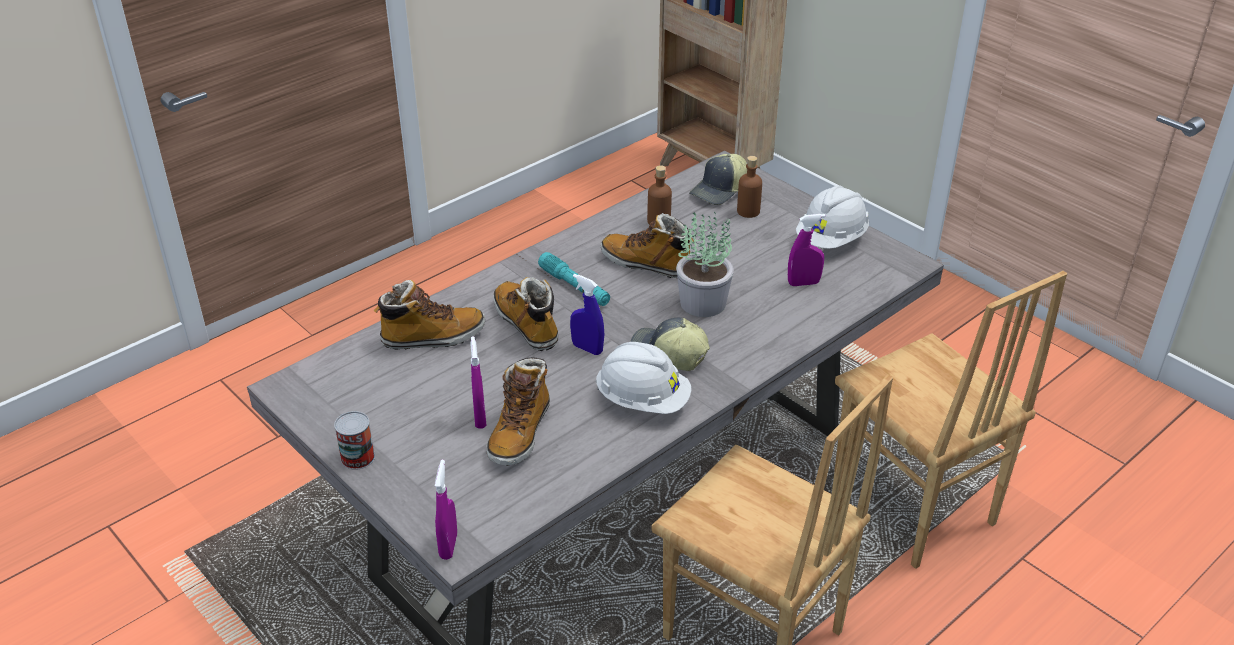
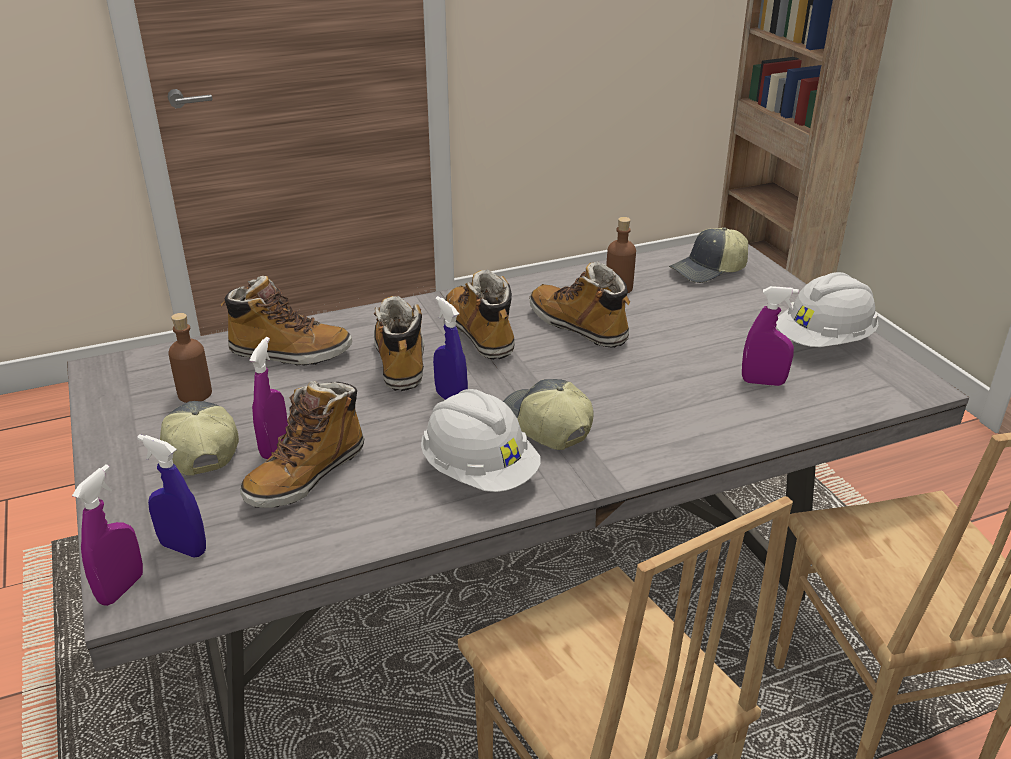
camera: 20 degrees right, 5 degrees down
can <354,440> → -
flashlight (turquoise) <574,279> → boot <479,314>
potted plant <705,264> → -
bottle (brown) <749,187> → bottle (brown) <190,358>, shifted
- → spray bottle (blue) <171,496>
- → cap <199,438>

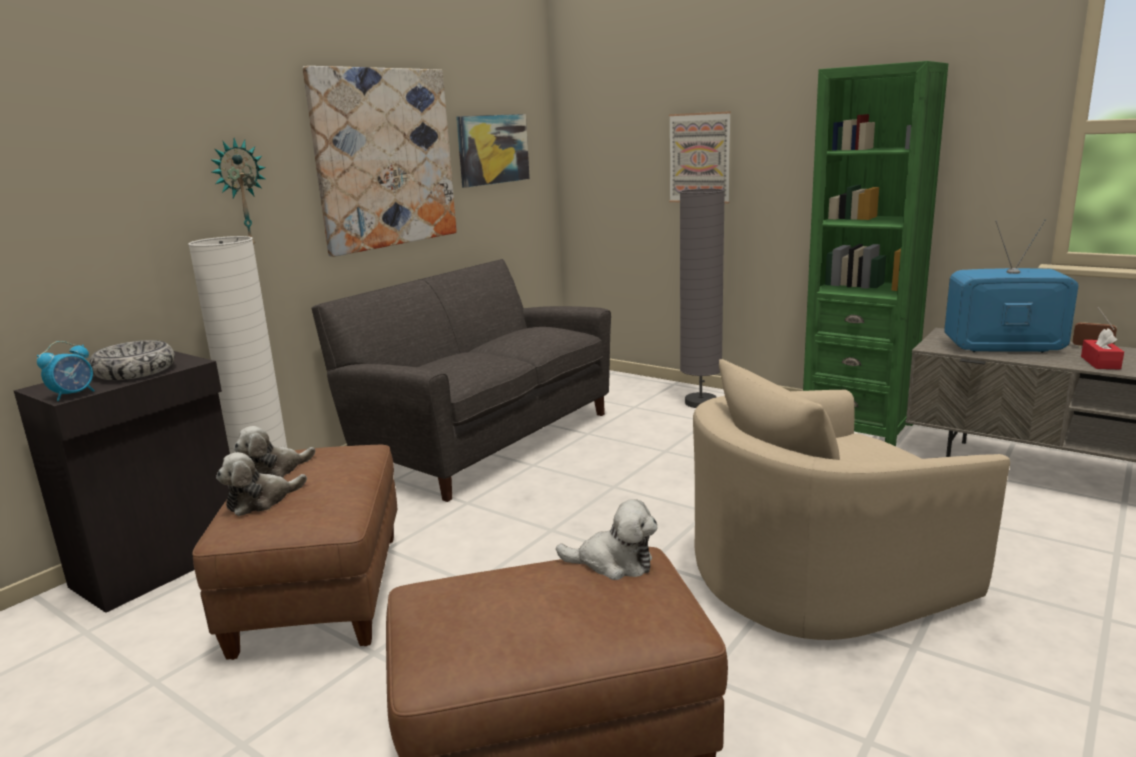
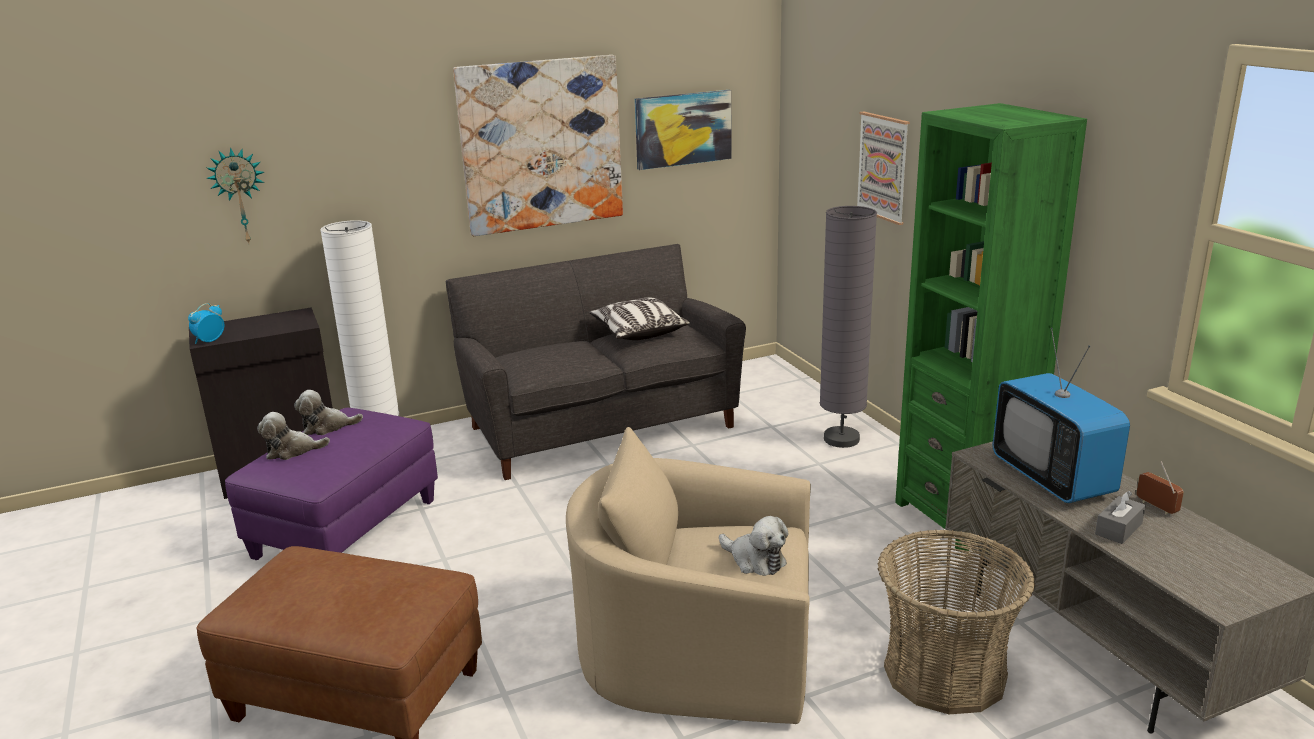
camera: 30 degrees right, 5 degrees up
alarm clock <66,371> → alarm clock <206,323>, 150 degrees clockwise
bowl <132,360> → -
ottoman (brown) <294,552> → ottoman (purple) <331,484>
wall clock <238,191> → wall clock <235,195>, shifted
plush toy <607,539> → plush toy <754,546>, shifted
television <1011,286> → television <1061,415>, 150 degrees counterclockwise
tissue box (red) <1102,349> → tissue box (grey) <1120,517>
- → pillow <639,319>
- → basket <956,621>

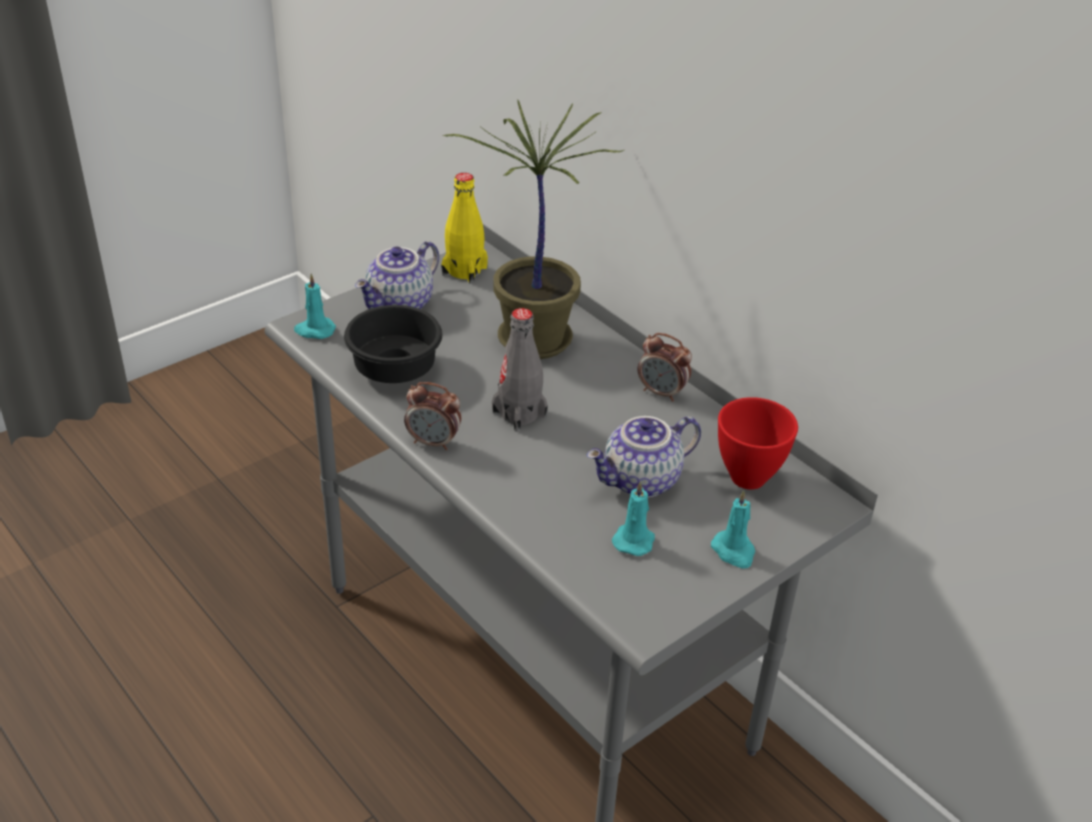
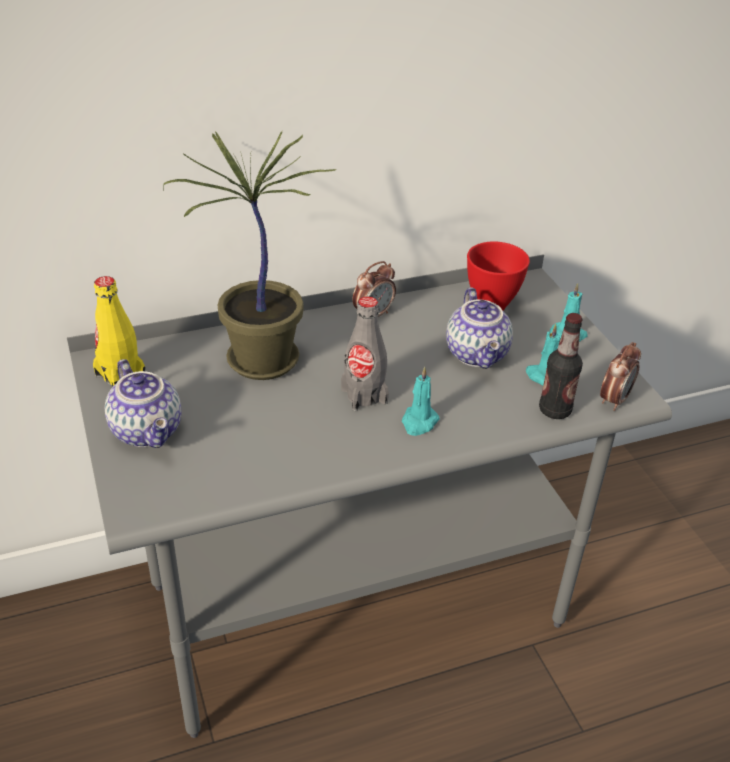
camera: 70 degrees left, 0 degrees up
candle (turquoise) <315,306> → candle (turquoise) <421,401>, shifted
bowl (black) <393,344> → -
alarm clock <432,416> → alarm clock <620,376>, shifted
- → bottle <561,366>

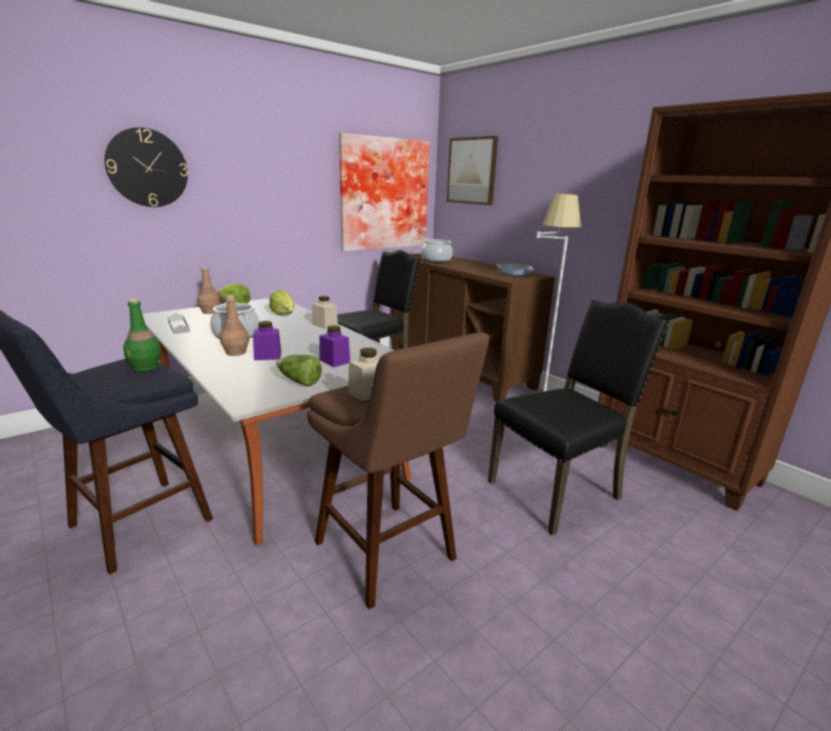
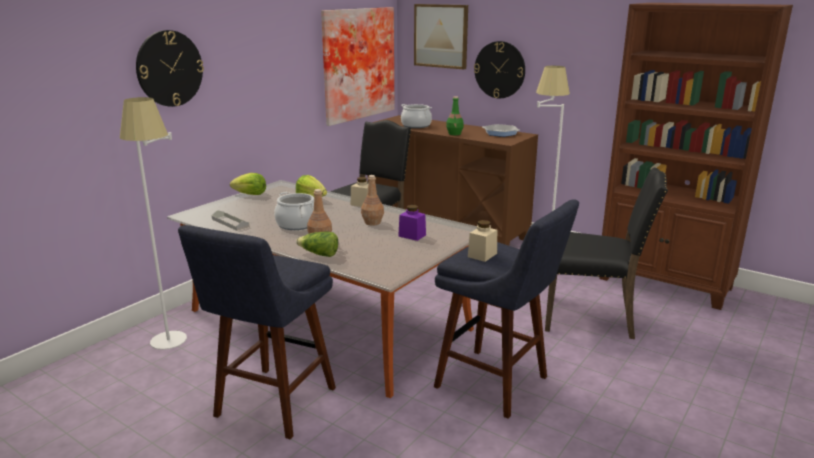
camera: 15 degrees left, 0 degrees up
bottle (green) <142,334> → bottle (green) <455,115>, shifted
bottle (brown) <208,290> → bottle (brown) <372,200>, shifted
jar (purple) <267,340> → -
lettuce <299,370> → lettuce <317,244>, shifted
stool (brown) <398,470> → stool (blue) <506,309>
chair (black) <578,417> → chair (black) <606,253>, 60 degrees clockwise
- → floor lamp (white) <153,223>
- → wall clock <499,69>

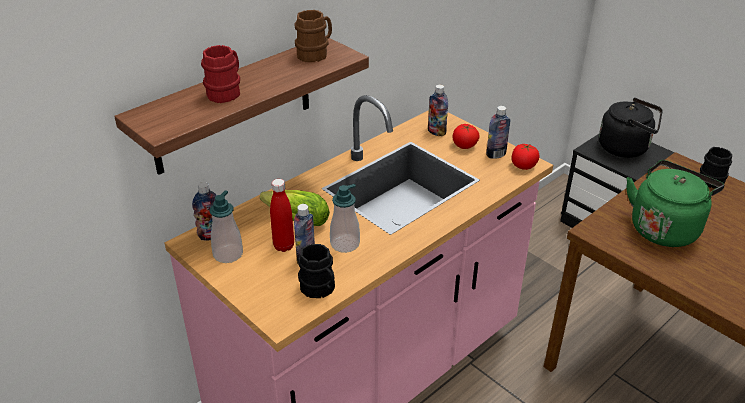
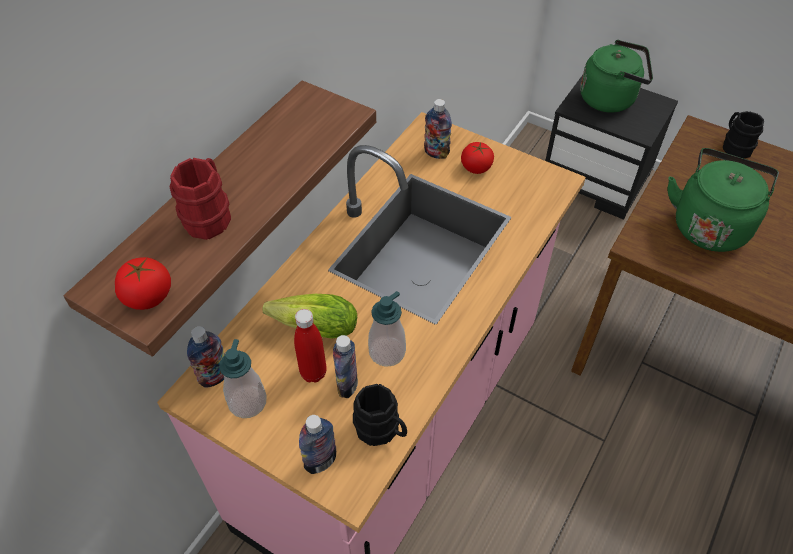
camera: 15 degrees left, 15 degrees up
mug (brown) <313,36> → -
bottle <498,132> → bottle <317,444>, shifted
tomato <525,157> → tomato <143,283>, shifted
kettle (black) <631,128> → kettle (green) <616,76>

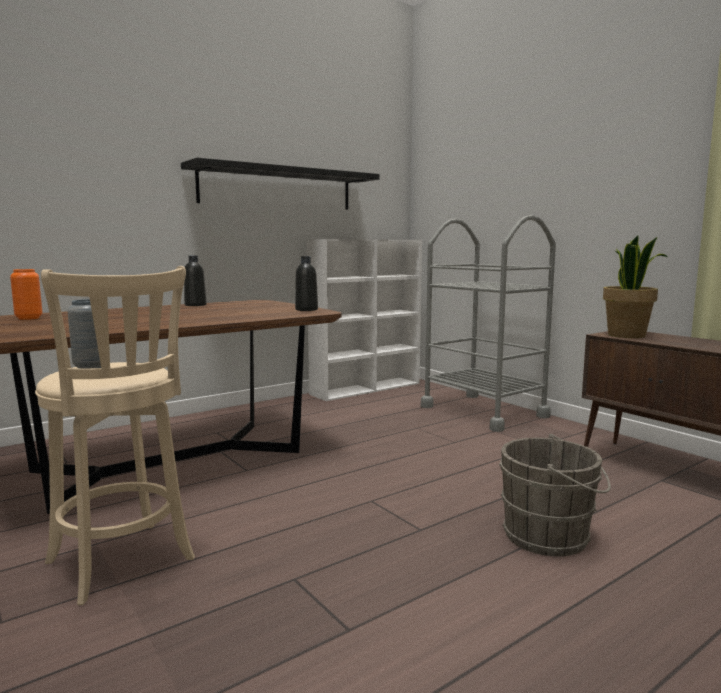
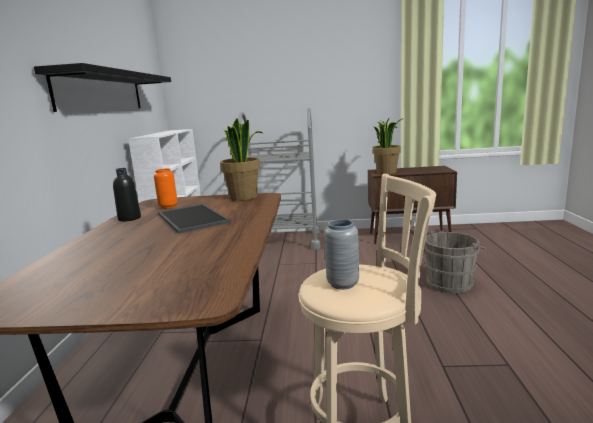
camera: 50 degrees left, 5 degrees up
vase (orange) <26,294> → vase (orange) <166,188>, shifted
bottle (black) <306,283> → potted plant <242,159>
- → tray <194,219>

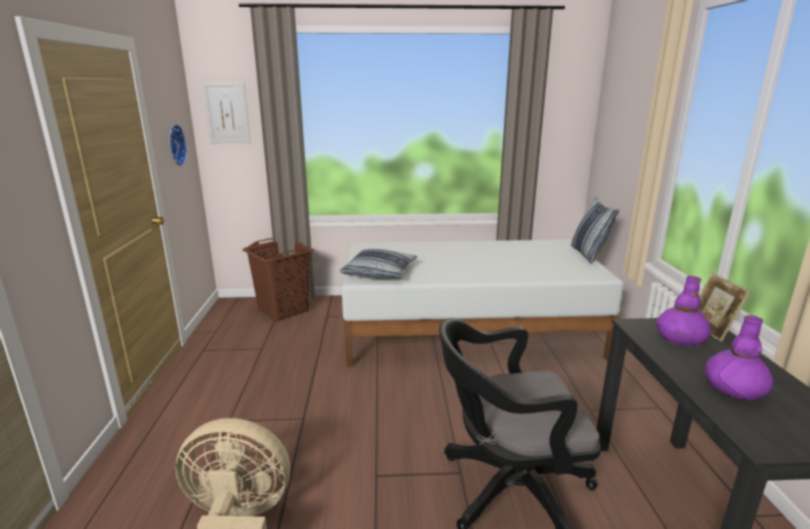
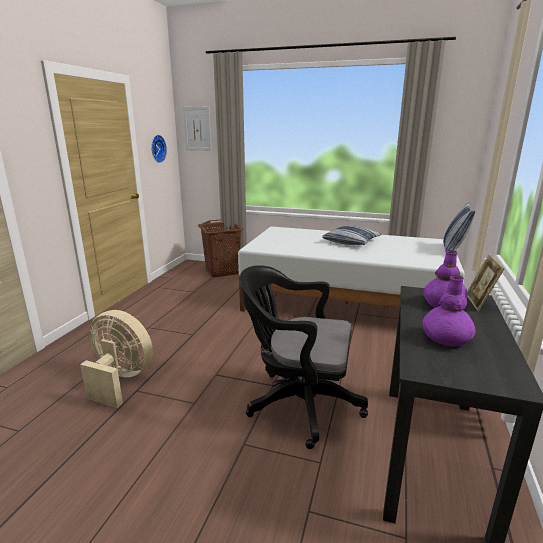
camera: 20 degrees right, 0 degrees up
pillow <378,264> → pillow <352,235>, shifted

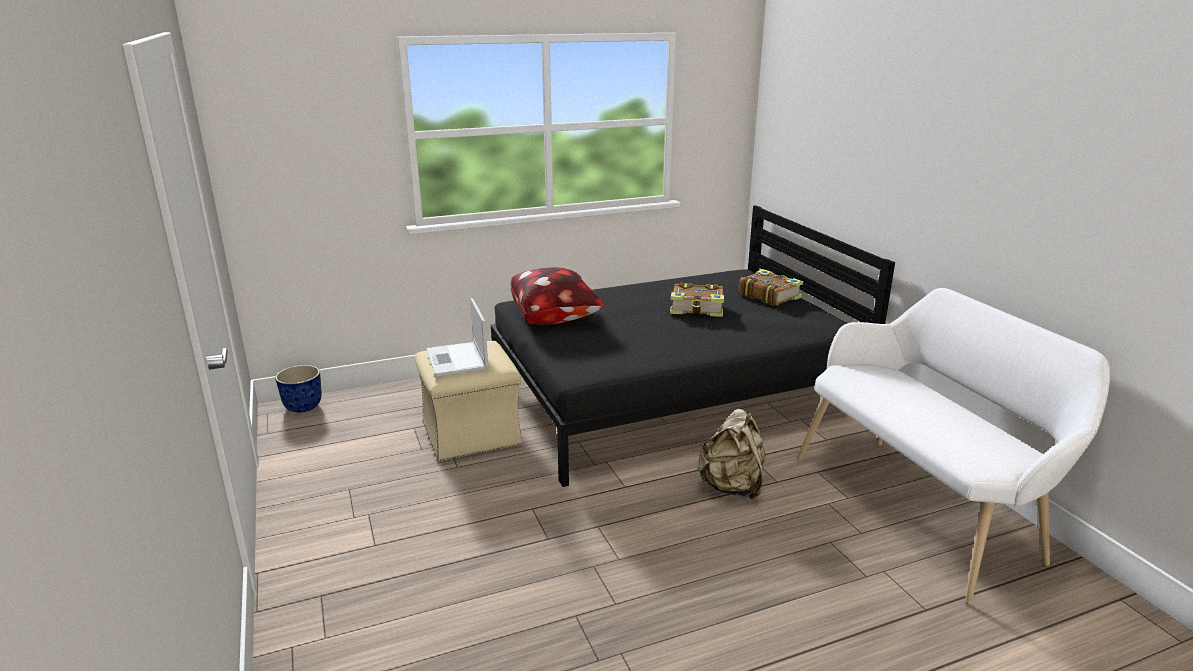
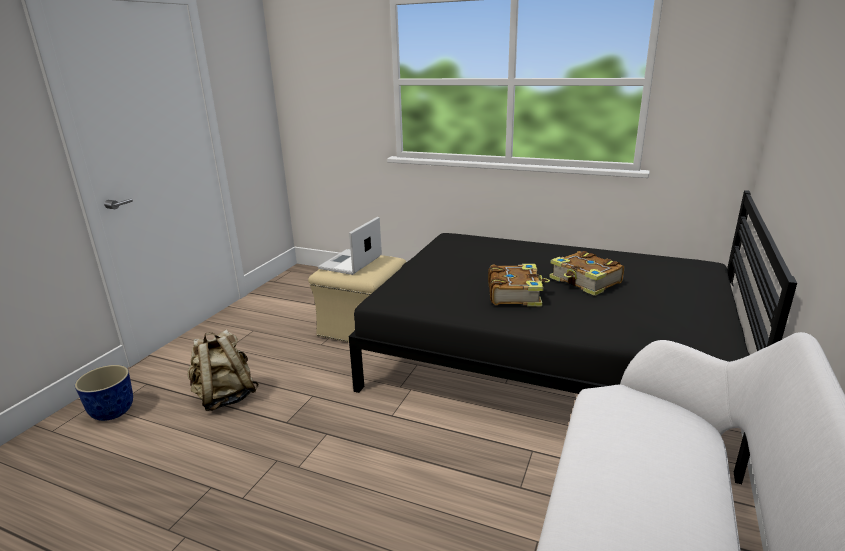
camera: 45 degrees right, 0 degrees up
planter <298,389> → planter <104,393>, shifted
pillow <558,295> → -
backpack (beige) <731,454> → backpack (beige) <223,370>, shifted
book <771,287> → book <519,285>, shifted

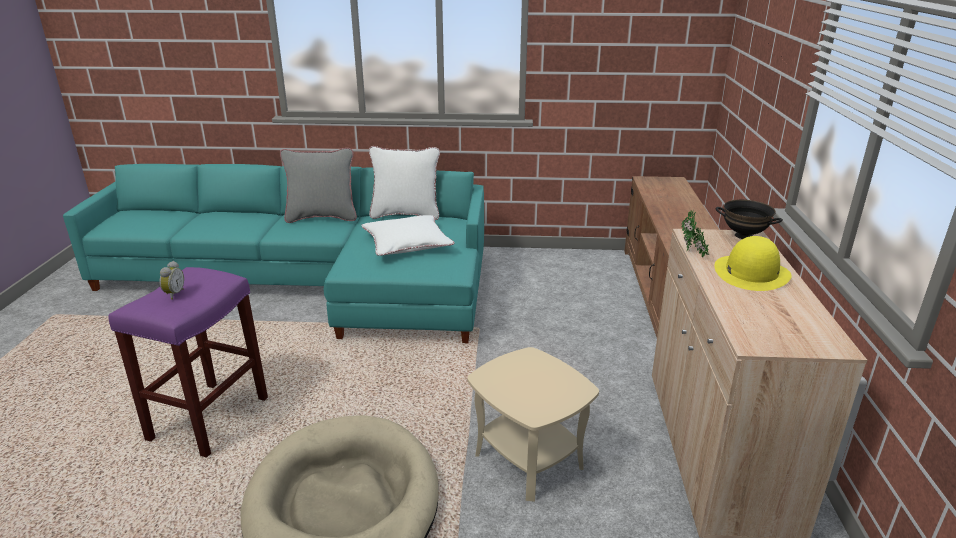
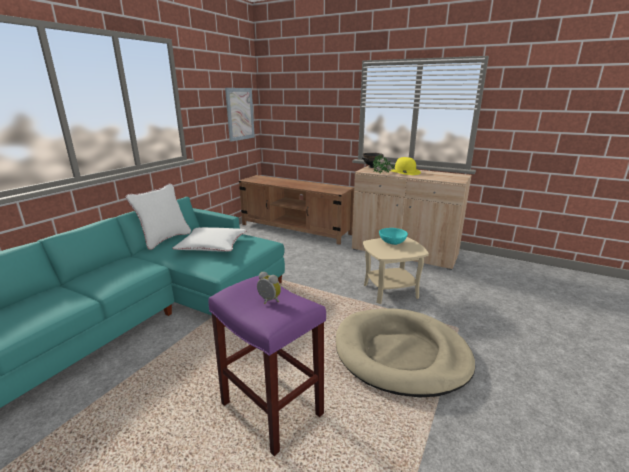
camera: 65 degrees left, 5 degrees down
pillow (grey) <318,185> → -
- → picture <240,115>
- → bowl (turquoise) <393,236>

